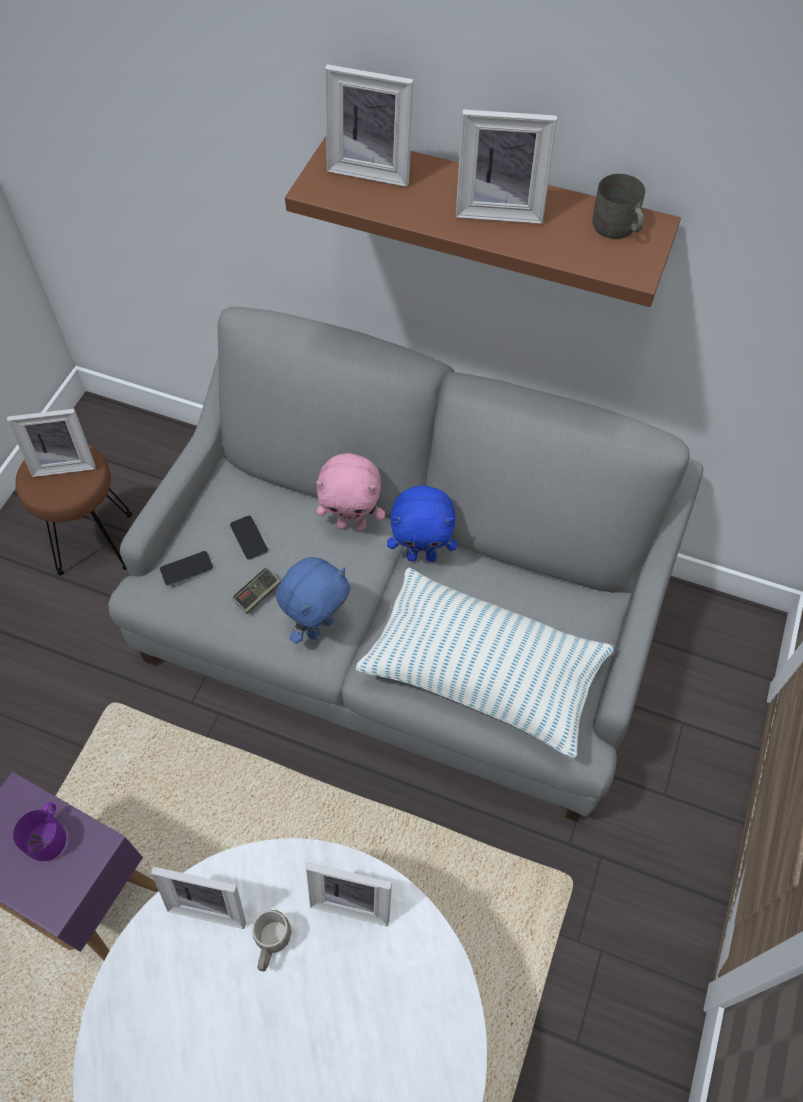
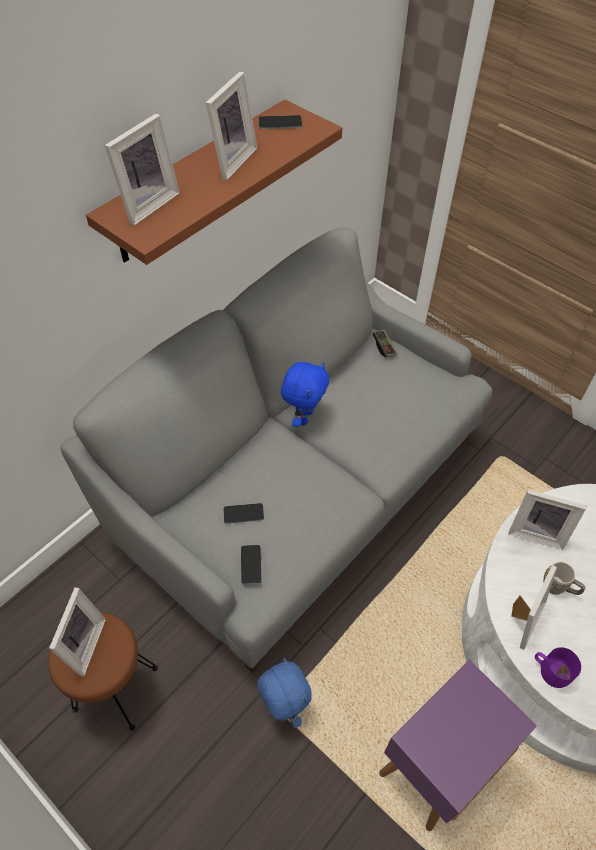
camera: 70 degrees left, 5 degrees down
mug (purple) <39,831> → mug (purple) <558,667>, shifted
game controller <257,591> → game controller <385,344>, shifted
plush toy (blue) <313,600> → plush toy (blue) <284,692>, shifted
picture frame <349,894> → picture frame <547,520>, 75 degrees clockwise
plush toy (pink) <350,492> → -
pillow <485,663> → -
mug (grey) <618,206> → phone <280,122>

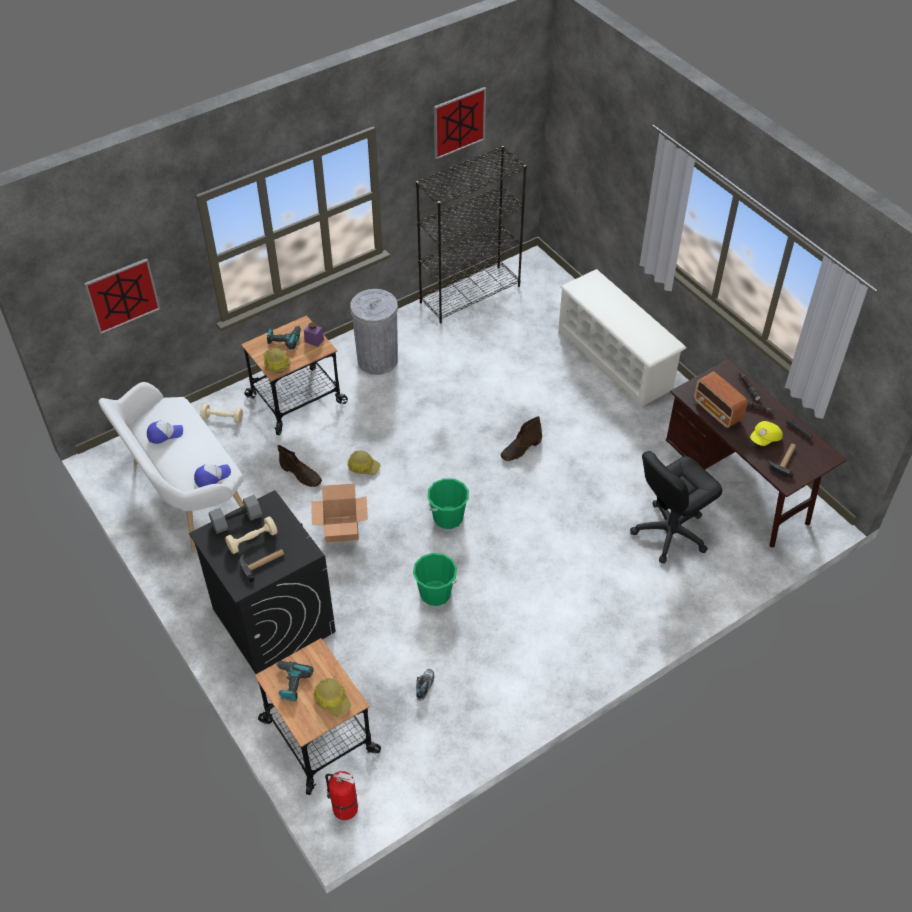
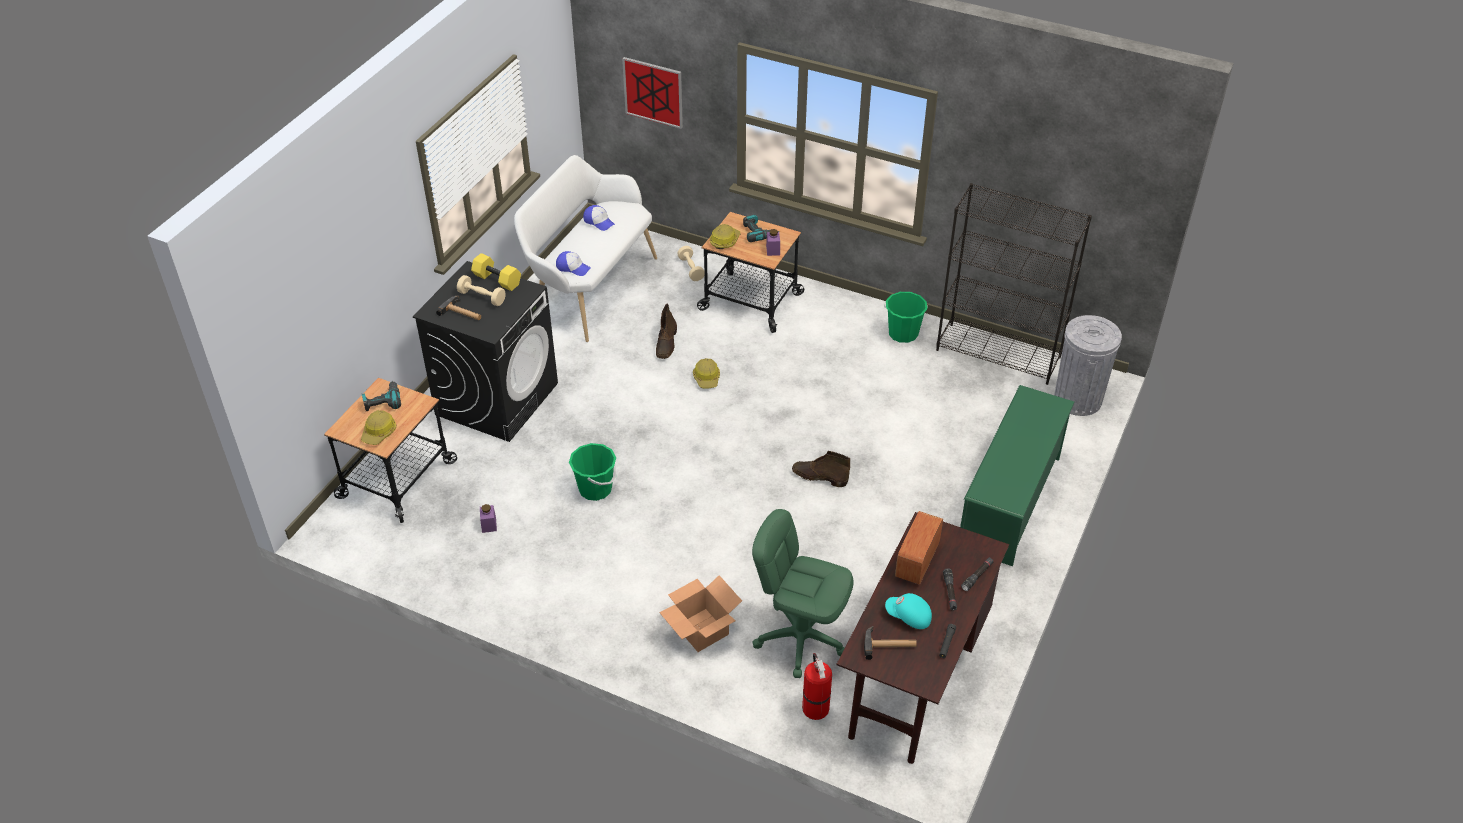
camera: 60 degrees right, 5 degrees down
dumbbell (grey) <235,514> → dumbbell (yellow) <496,272>
cardboard box <339,512> → cardboard box <700,613>, shifted
fire extinguisher <341,795> → fire extinguisher <817,686>, shifted
trash can (grey) <374,332> → trash can (grey) <1088,365>, shifted
shoe <425,685> → jar (purple) <488,518>
bucket (green) <448,503> → bucket (green) <906,317>, shifted
picture <460,123> → -
shoe rack (white) <622,339> → shoe rack (green) <1017,475>
office chair (black) <676,507> → office chair (green) <802,593>
cap (yellow) <766,433> → cap (turquoise) <908,611>

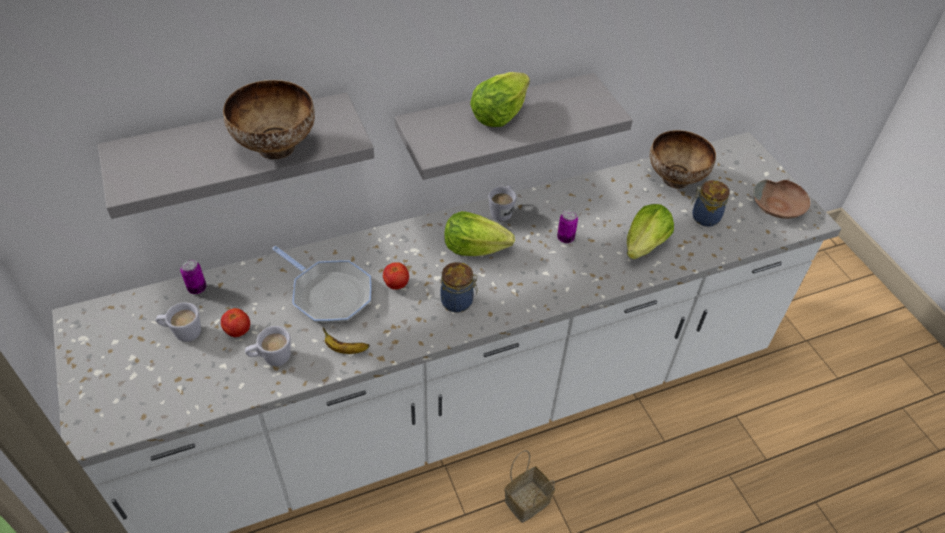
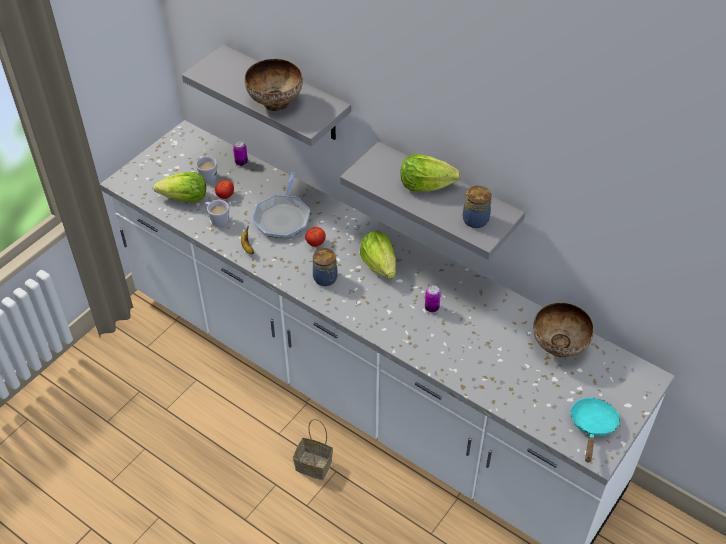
camera: 60 degrees right, 0 degrees up
mug (white) <503,203> → -
lettuce <650,232> → lettuce <180,187>, shifted
jar <710,203> → jar <477,206>, shifted
bowl (brown) <781,199> → frying pan (turquoise) <595,430>

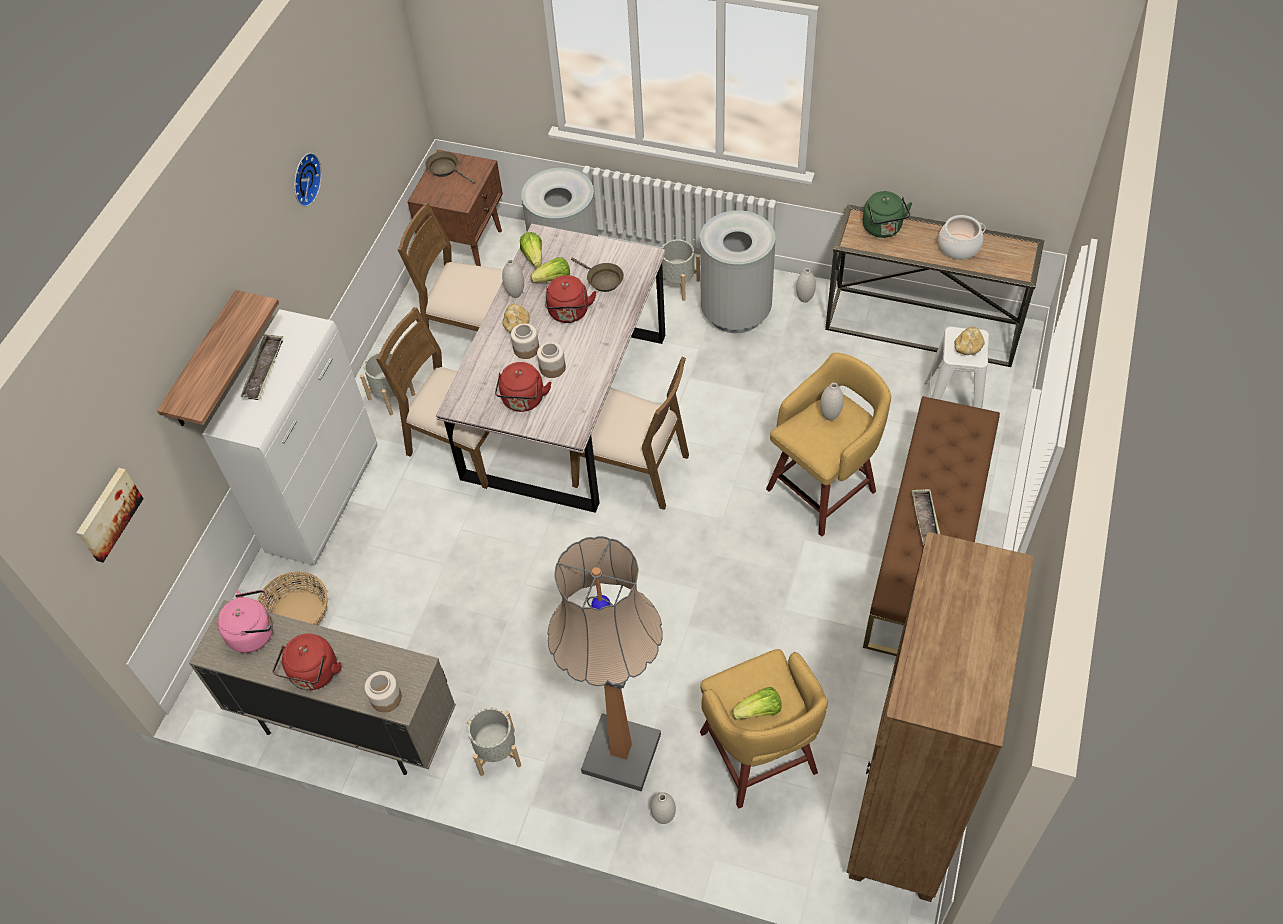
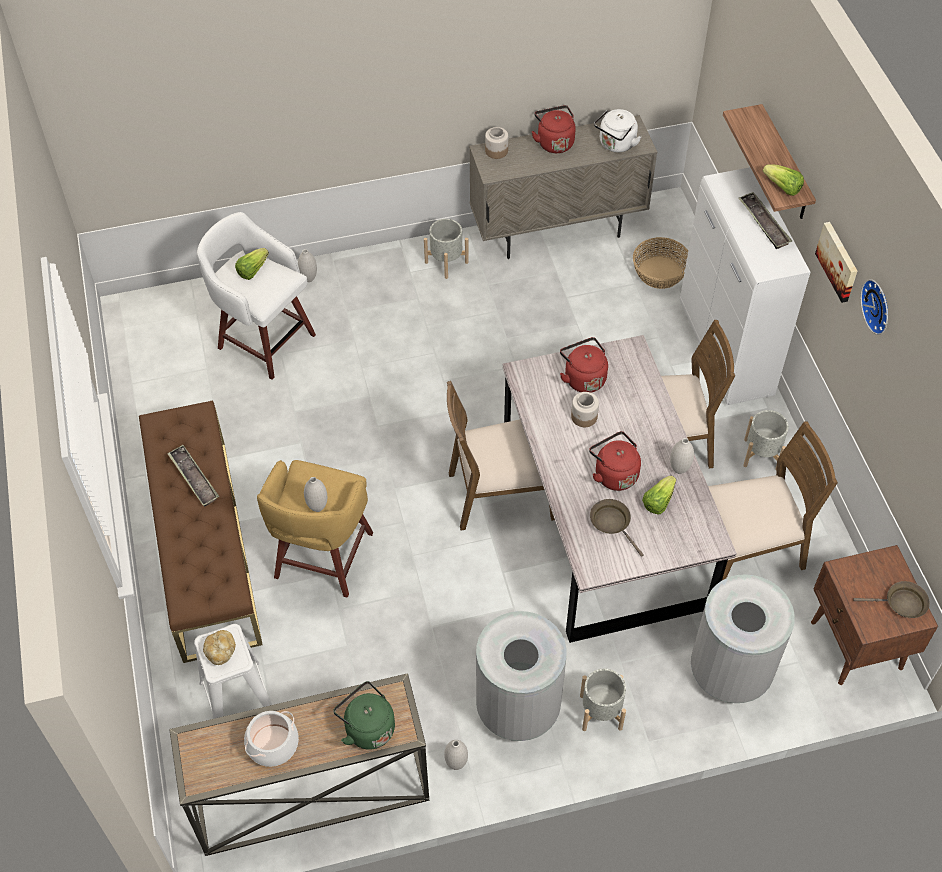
camera: 145 degrees right, 0 degrees up
picture <110,515> → picture <836,262>, shifted
kettle (pink) <245,621> → kettle (white) <617,130>
bread <516,318> → -
jar <525,341> → -
lettuce <531,250> → lettuce <783,180>, shifted
floor lamp <605,663> → -
frying pan (brown) <597,275> → frying pan (brown) <617,528>, 45 degrees clockwise
stool (yellow) <764,729> → stool (white) <256,295>
bookcase (brown) <940,716> → -

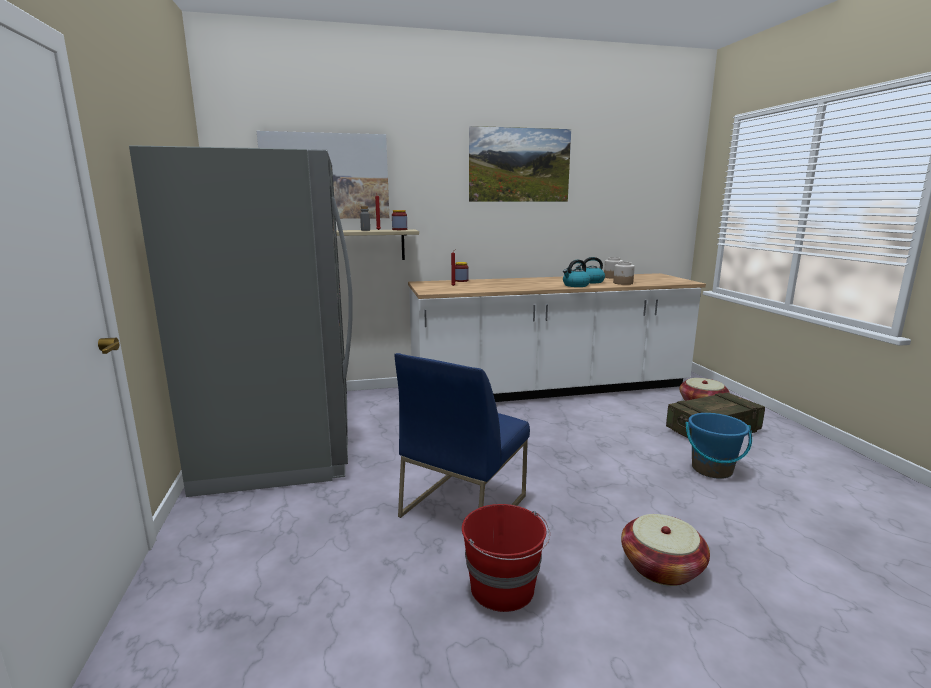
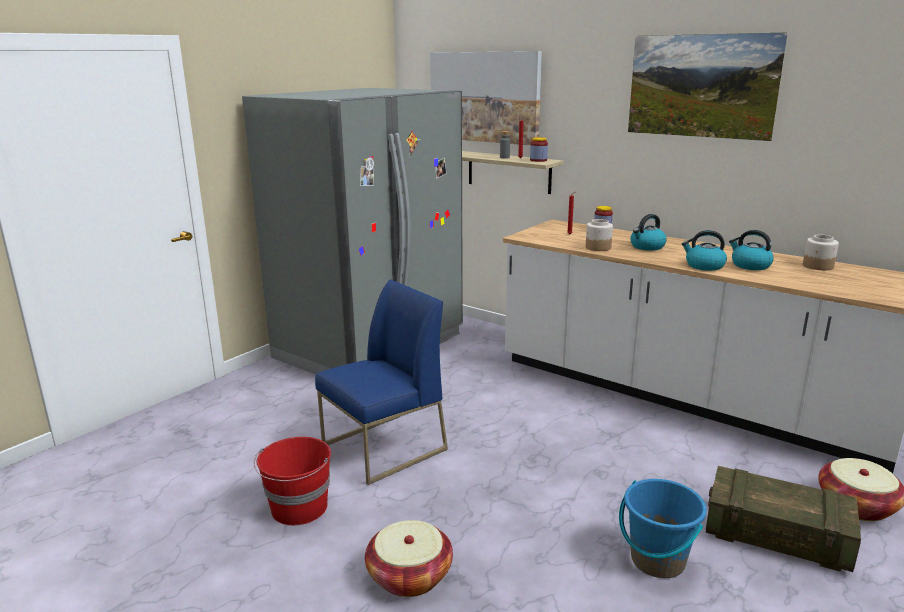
camera: 50 degrees right, 5 degrees up
chair (blue) <462,435> → chair (blue) <381,382>, 150 degrees clockwise
jar <624,273> → jar <599,235>, shifted
- → kettle <648,232>

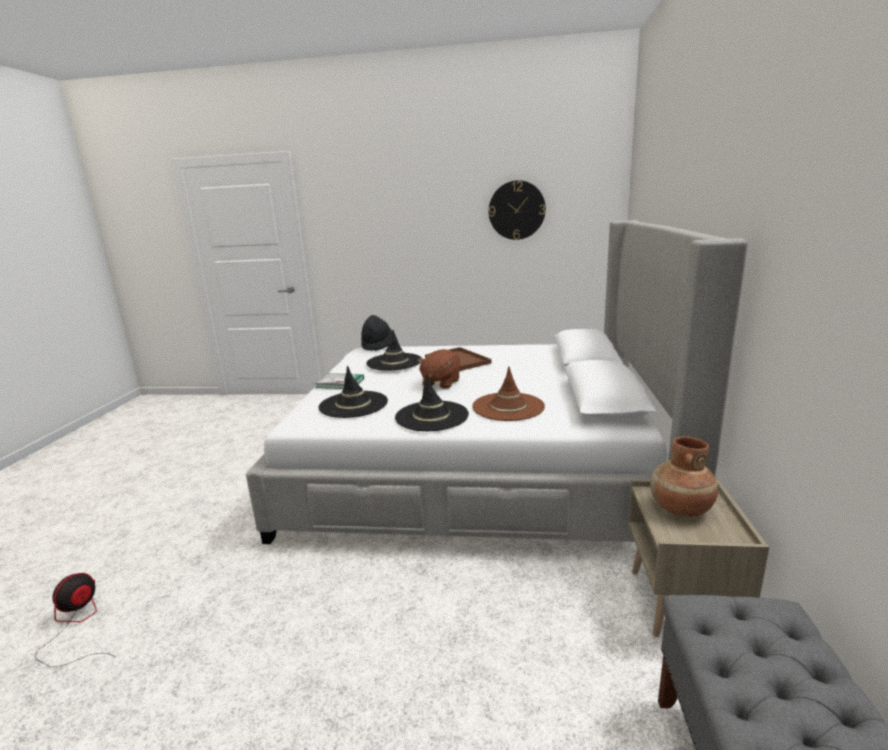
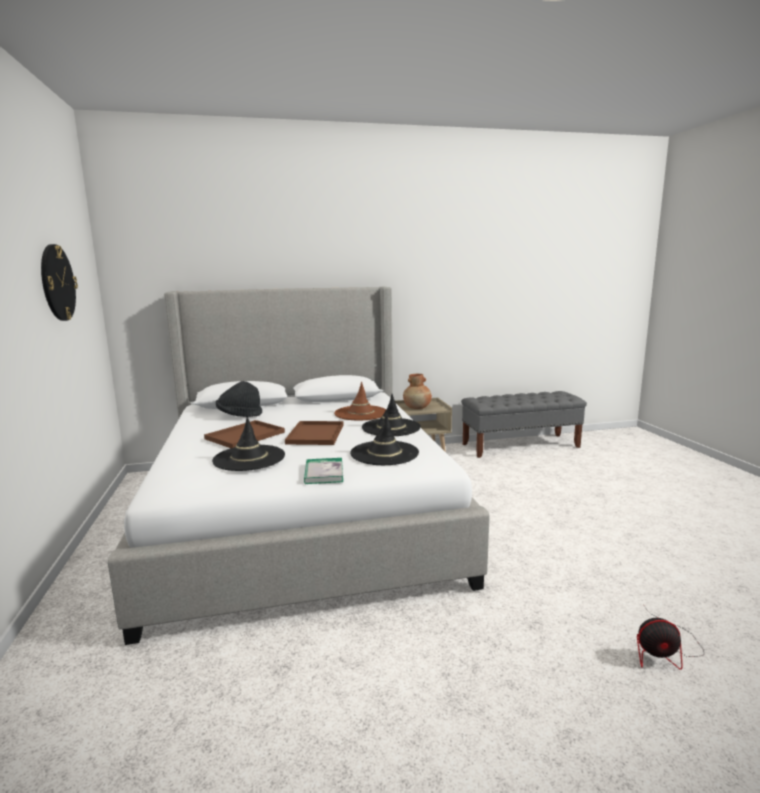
camera: 110 degrees left, 5 degrees down
hat (black) <376,333> → hat (black) <239,399>, shifted
plush toy (brown) <439,369> → tray (brown) <314,433>

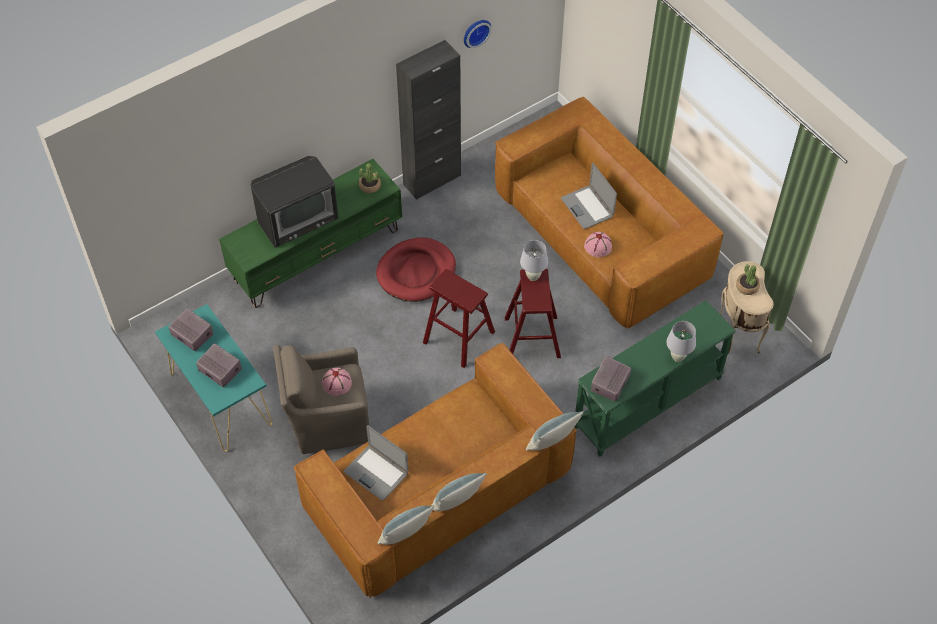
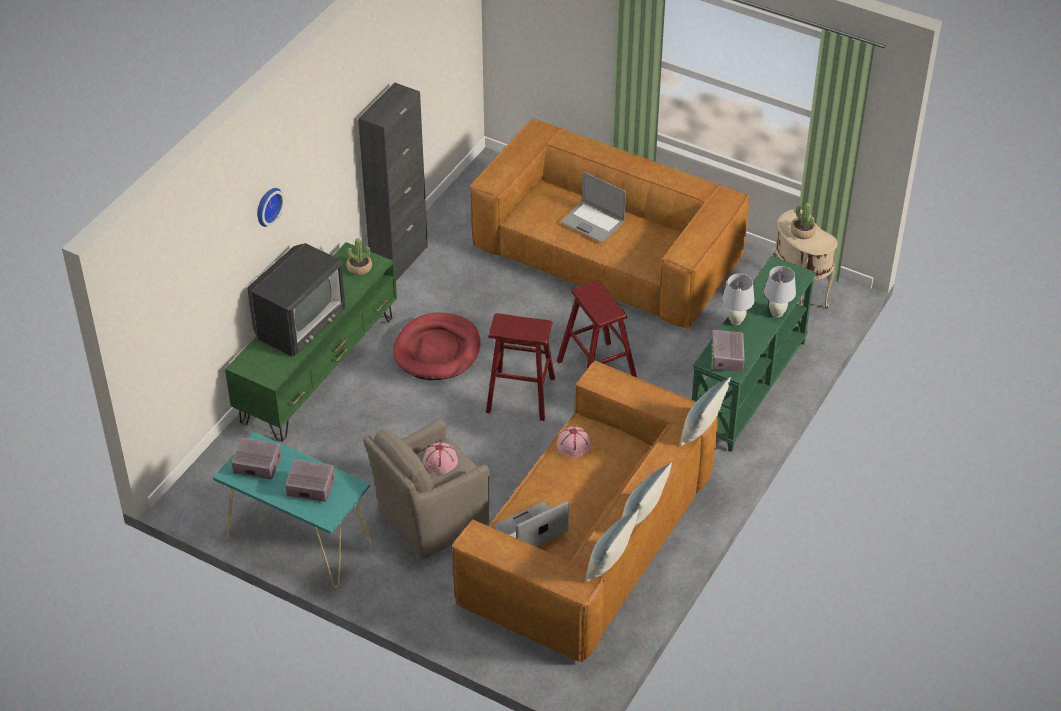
camera: 25 degrees left, 10 degrees down
laptop <376,462> → laptop <531,524>, 135 degrees clockwise
wall clock <478,34> → wall clock <270,207>, shifted
table lamp (white) <534,260> → table lamp (white) <738,299>, shifted
hat (pink) <598,244> → hat (pink) <574,441>, shifted

